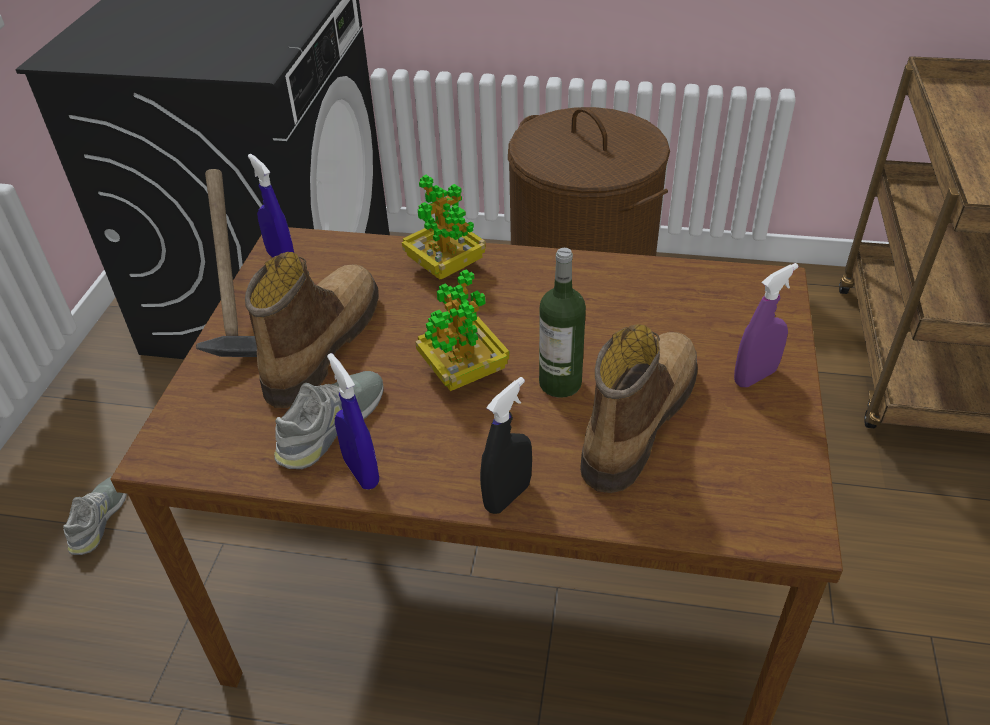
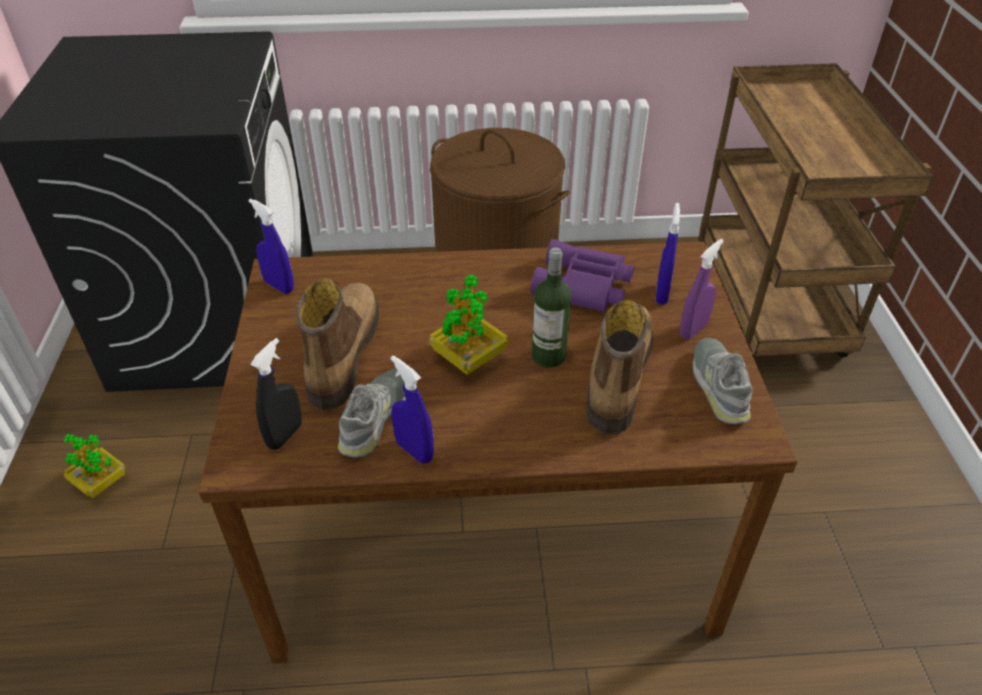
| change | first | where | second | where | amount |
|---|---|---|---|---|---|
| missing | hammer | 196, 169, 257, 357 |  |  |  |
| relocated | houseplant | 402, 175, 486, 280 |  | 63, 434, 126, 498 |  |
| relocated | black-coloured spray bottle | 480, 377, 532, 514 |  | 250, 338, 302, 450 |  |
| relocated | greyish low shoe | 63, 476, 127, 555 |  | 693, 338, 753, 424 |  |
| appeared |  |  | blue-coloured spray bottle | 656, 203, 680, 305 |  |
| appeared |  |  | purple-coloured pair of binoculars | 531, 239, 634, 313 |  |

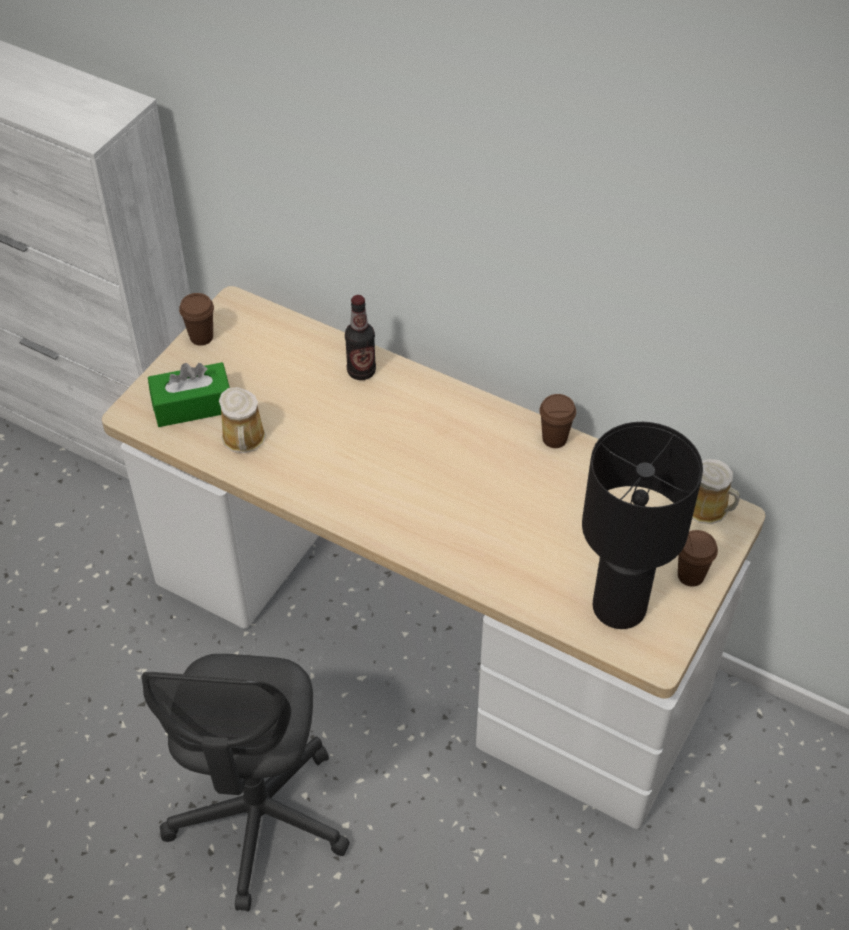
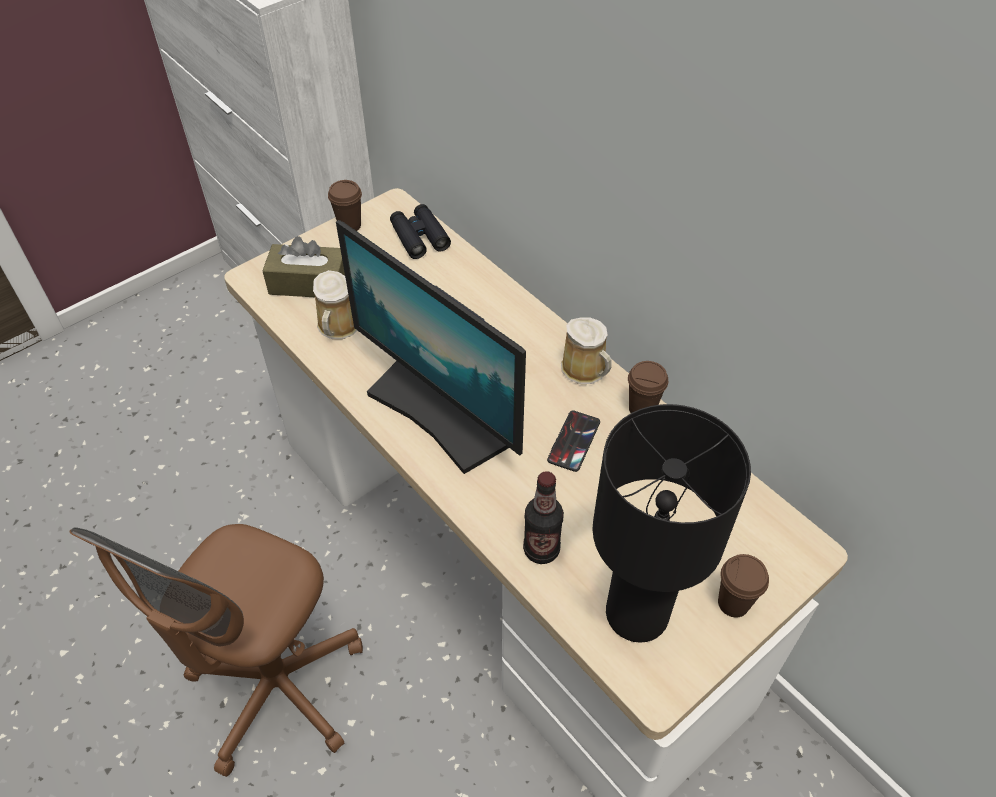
| change | first | where | second | where | amount |
|---|---|---|---|---|---|
| relocated | drink bottle | 345, 295, 376, 380 |  | 523, 471, 564, 564 |  |
| colour | green tissue holder | 148, 362, 230, 427 | brown-coloured tissue holder | 262, 236, 345, 297 |  |
| relocated | tea mug | 692, 459, 740, 524 |  | 561, 318, 612, 384 |  |
| colour | greyish desk chair | 142, 654, 350, 911 | brown-coloured desk chair | 69, 524, 363, 777 |  |
| appeared |  |  | black-coloured pair of binoculars | 390, 204, 451, 259 |  |
| appeared |  |  | computer display | 336, 220, 526, 474 |  |
| appeared |  |  | telephone | 547, 410, 600, 472 |  |

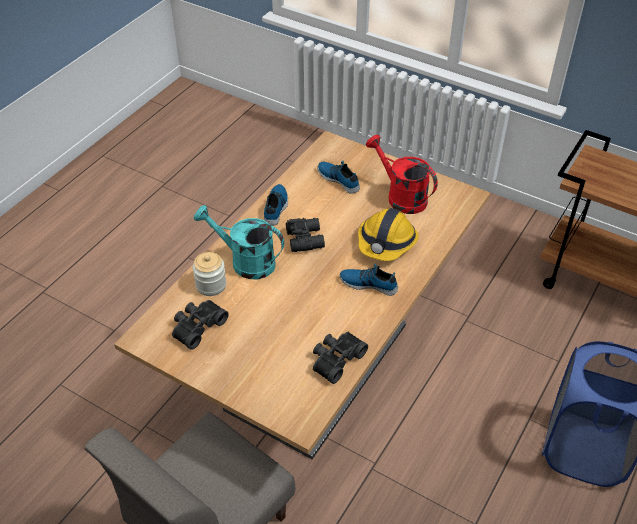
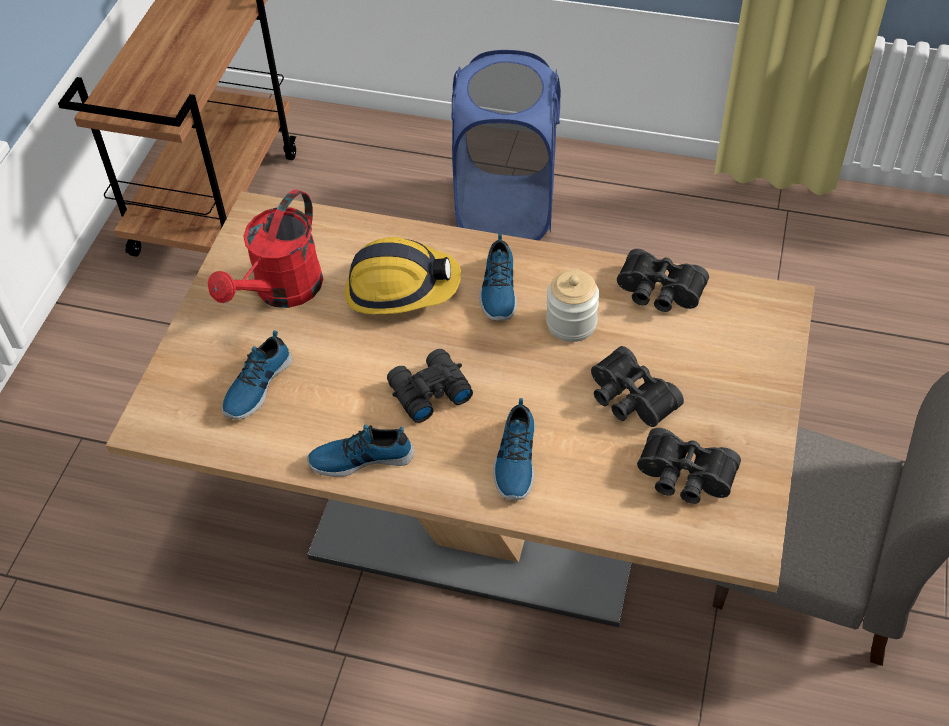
| change | first | where | second | where | amount |
|---|---|---|---|---|---|
| exchanged | blue-green watering can | 194, 205, 284, 279 | low shoe | 493, 398, 535, 500 |  |
| relocated | storage jar | 192, 252, 226, 296 |  | 546, 270, 599, 342 |  |
| appeared |  |  | black-coloured pair of binoculars | 591, 346, 684, 427 |  |

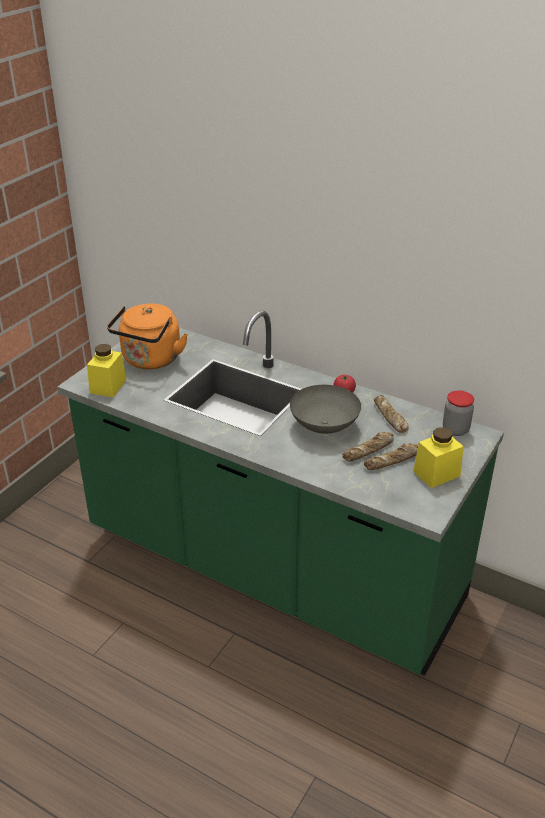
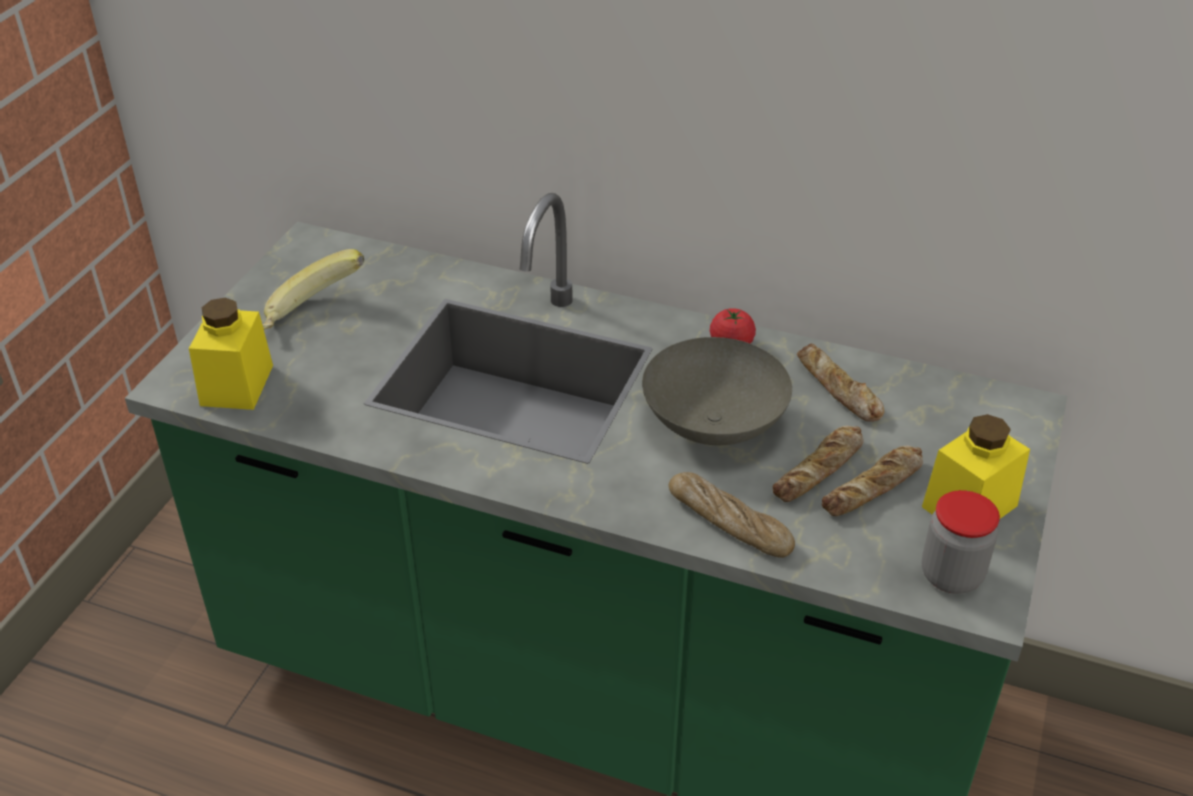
| change | first | where | second | where | amount |
|---|---|---|---|---|---|
| exchanged | orange kettle | 107, 304, 188, 369 | banana | 263, 249, 364, 330 |  |
| relocated | storage jar | 443, 391, 474, 436 |  | 922, 490, 1000, 594 |  |
| appeared |  |  | bread | 669, 472, 795, 558 |  |

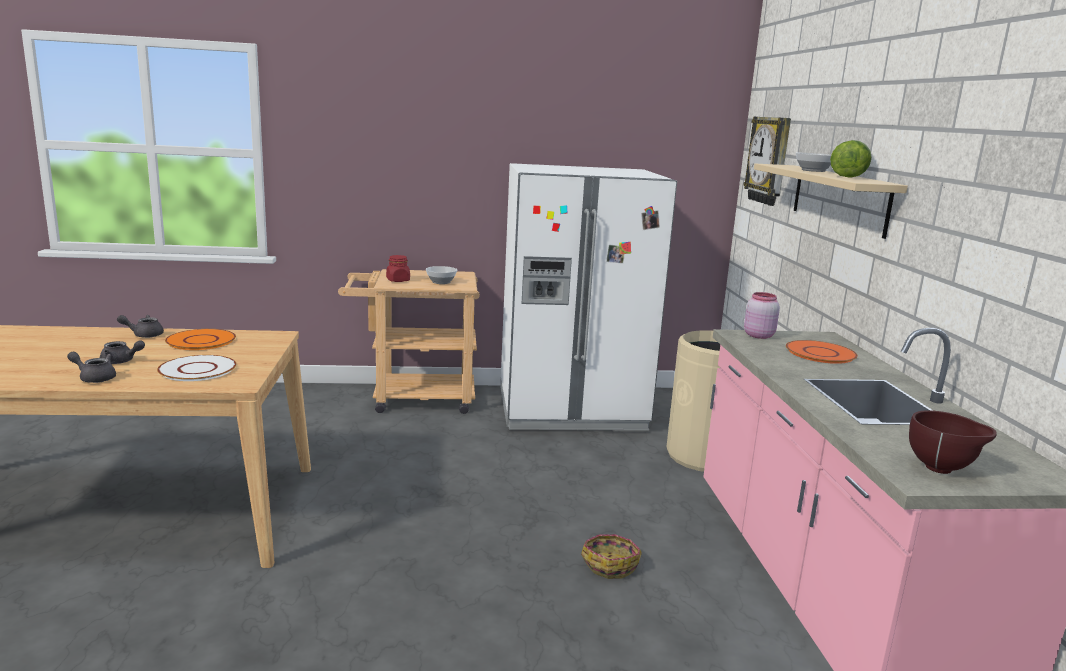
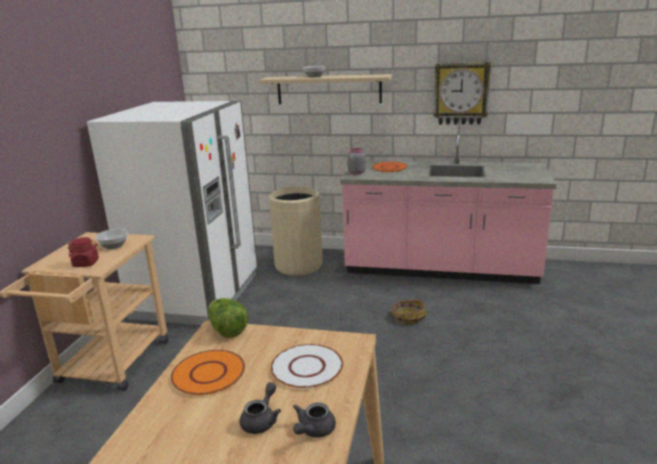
| change | first | where | second | where | amount |
|---|---|---|---|---|---|
| relocated | clock on the wall | 743, 117, 791, 206 |  | 434, 62, 491, 125 |  |
| relocated | head of lettuce | 830, 140, 872, 178 |  | 208, 298, 248, 338 |  |
| colour | pink storage jar | 744, 292, 780, 339 | greyish storage jar | 347, 148, 366, 175 |  |
| missing | greyish pot for tea | 117, 315, 164, 338 |  |  |  |
| missing | brown-coloured deep dish | 909, 410, 997, 474 |  |  |  |

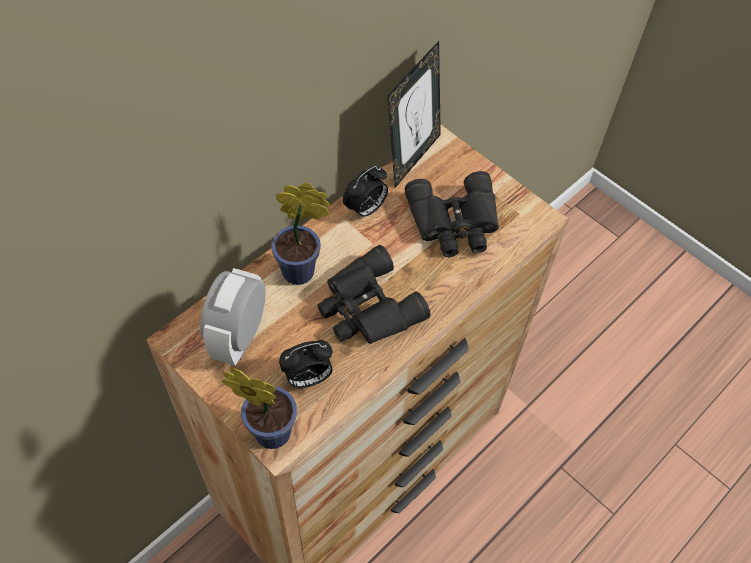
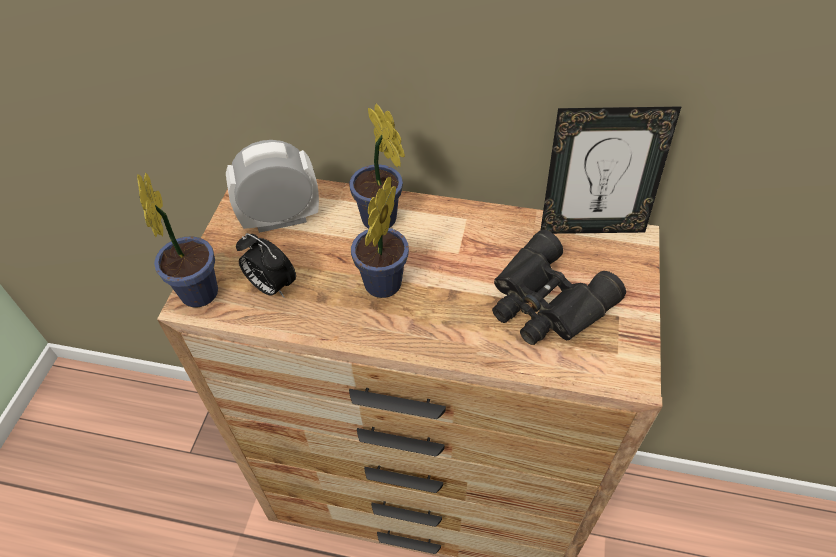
| change | first | where | second | where | amount |
|---|---|---|---|---|---|
| missing | alarm clock | 343, 166, 388, 219 |  |  |  |
| exchanged | black-coloured pair of binoculars | 317, 245, 430, 344 | houseplant | 351, 177, 409, 298 |  |

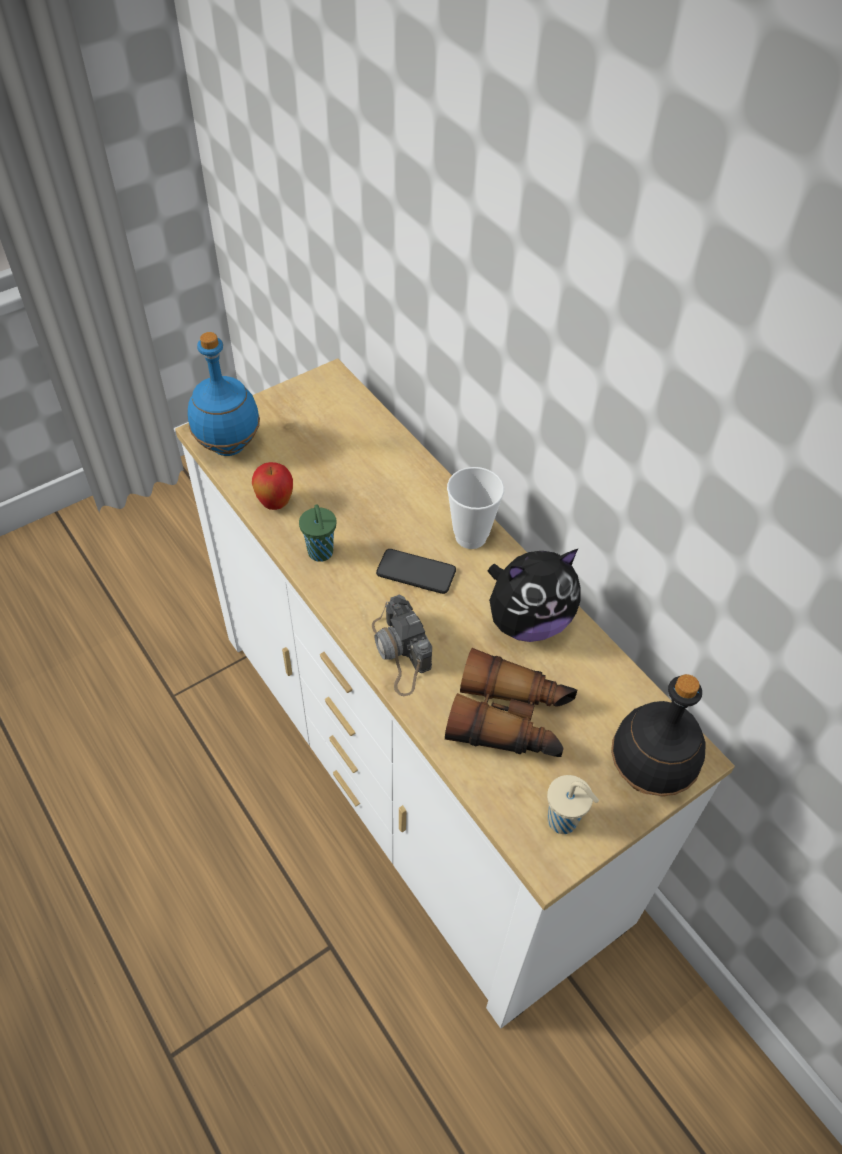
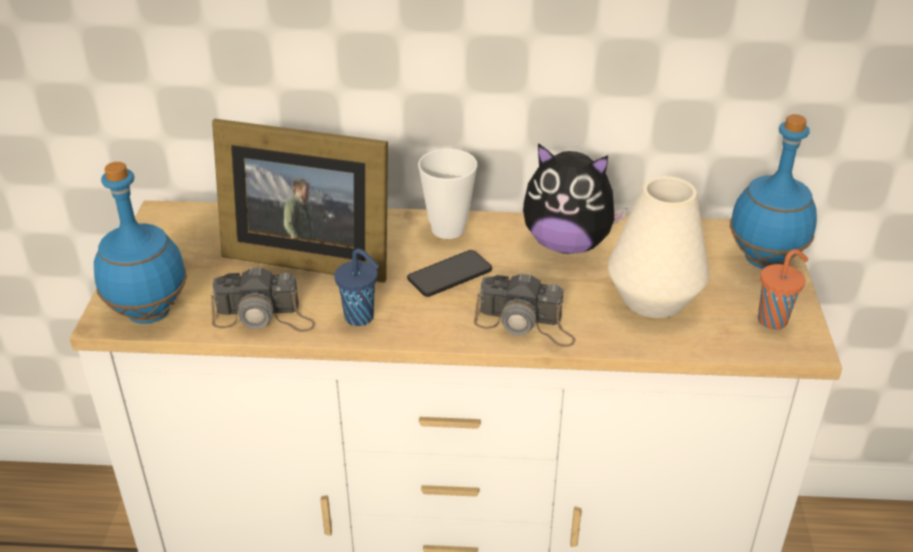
| change | first | where | second | where | amount |
|---|---|---|---|---|---|
| exchanged | apple | 252, 462, 293, 510 | still camera | 211, 266, 316, 332 |  |
| colour | green drinking cup | 299, 504, 336, 562 | blue-coloured drinking cup | 334, 249, 379, 326 |  |
| spun | cuddly toy | 488, 549, 580, 642 |  | 523, 143, 627, 254 | 90 degrees clockwise |
| exchanged | pair of binoculars | 445, 648, 577, 757 | whitish flower vase | 608, 176, 709, 318 |  |
| colour | black-coloured drink bottle | 611, 674, 706, 797 | blue-coloured drink bottle | 730, 114, 817, 269 |  |
| colour | sand-coloured drinking cup | 547, 775, 599, 834 | orange drinking cup | 758, 249, 808, 330 |  |
| appeared |  |  | photo frame | 212, 119, 388, 283 |  |

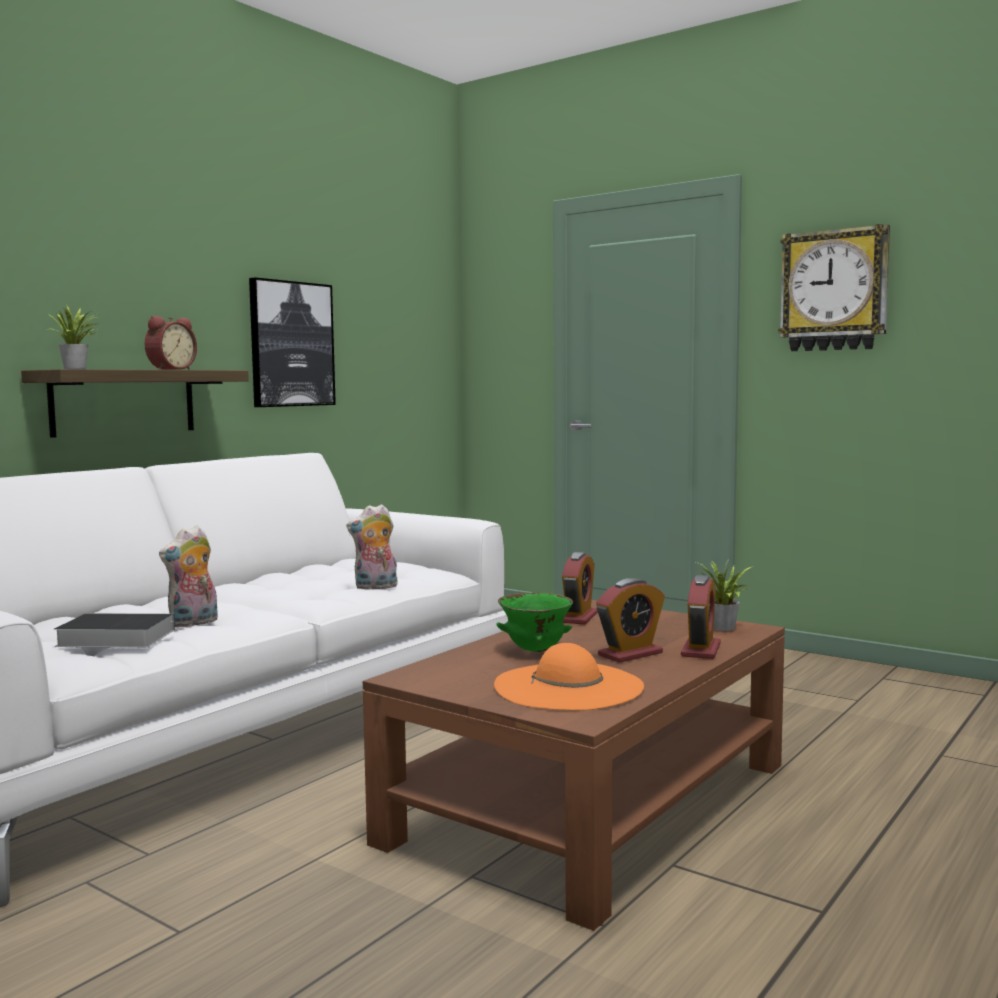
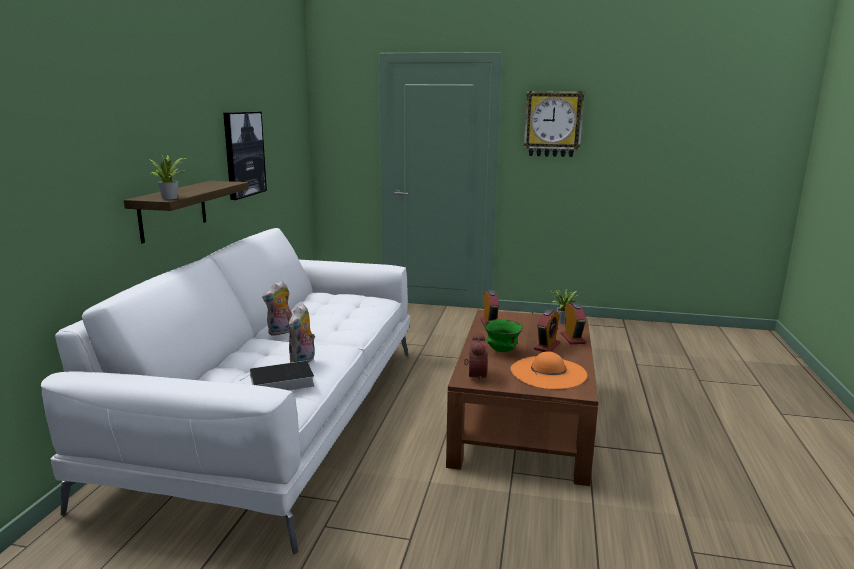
| change | first | where | second | where | amount |
|---|---|---|---|---|---|
| relocated | alarm clock | 145, 316, 197, 370 |  | 464, 332, 488, 382 |  |
| relocated | cuddly toy | 346, 504, 398, 590 |  | 262, 281, 292, 336 |  |

